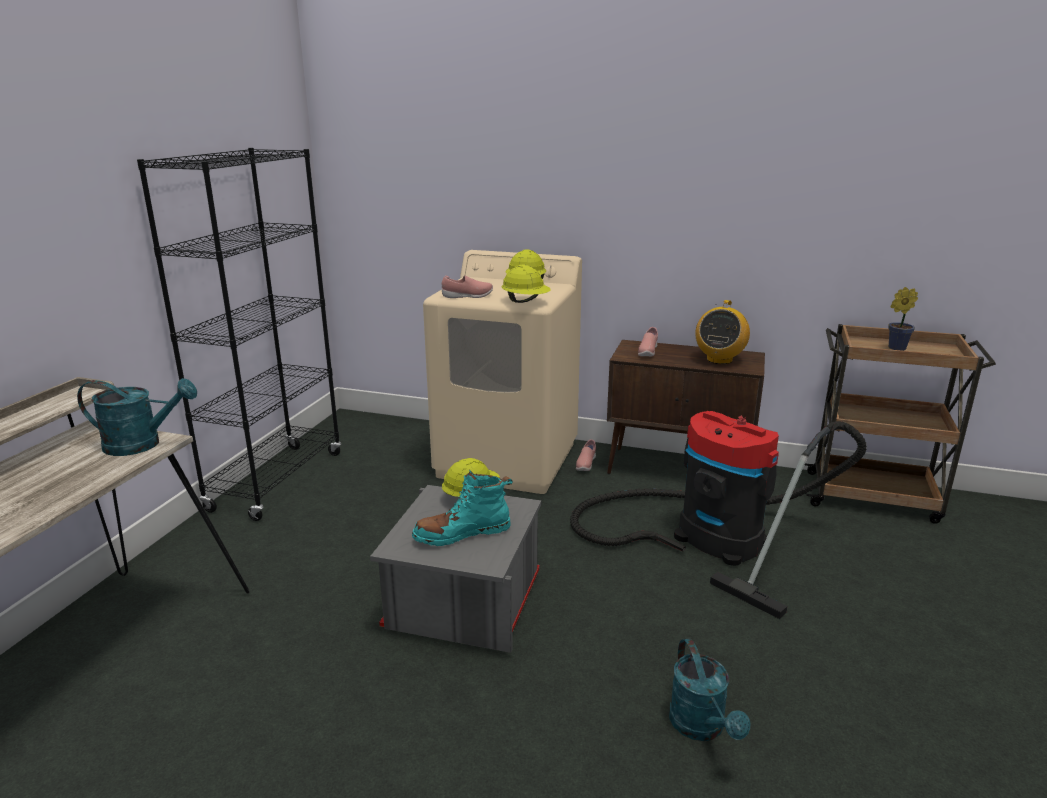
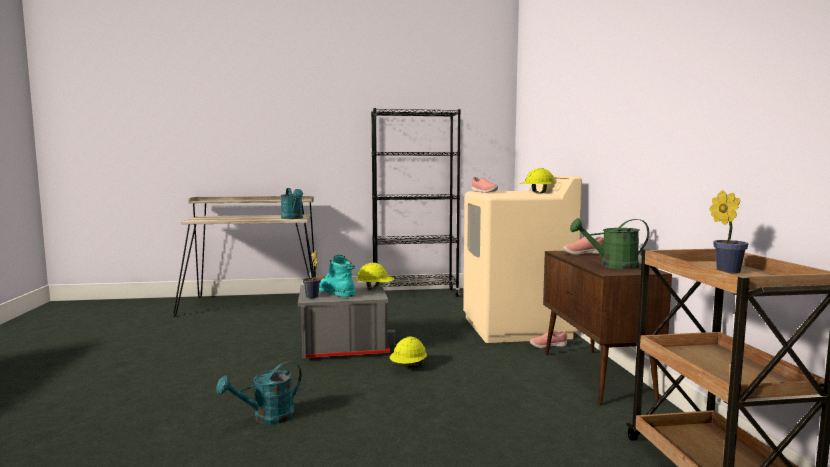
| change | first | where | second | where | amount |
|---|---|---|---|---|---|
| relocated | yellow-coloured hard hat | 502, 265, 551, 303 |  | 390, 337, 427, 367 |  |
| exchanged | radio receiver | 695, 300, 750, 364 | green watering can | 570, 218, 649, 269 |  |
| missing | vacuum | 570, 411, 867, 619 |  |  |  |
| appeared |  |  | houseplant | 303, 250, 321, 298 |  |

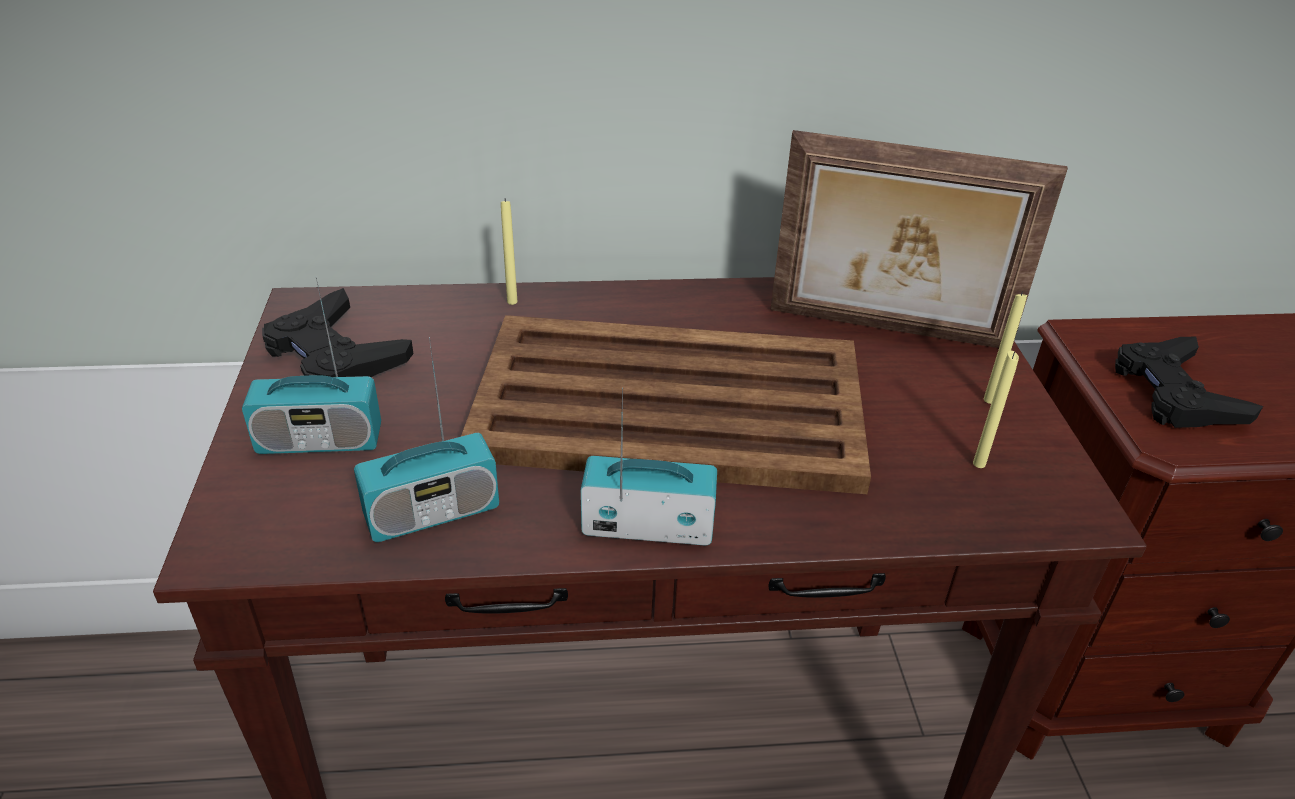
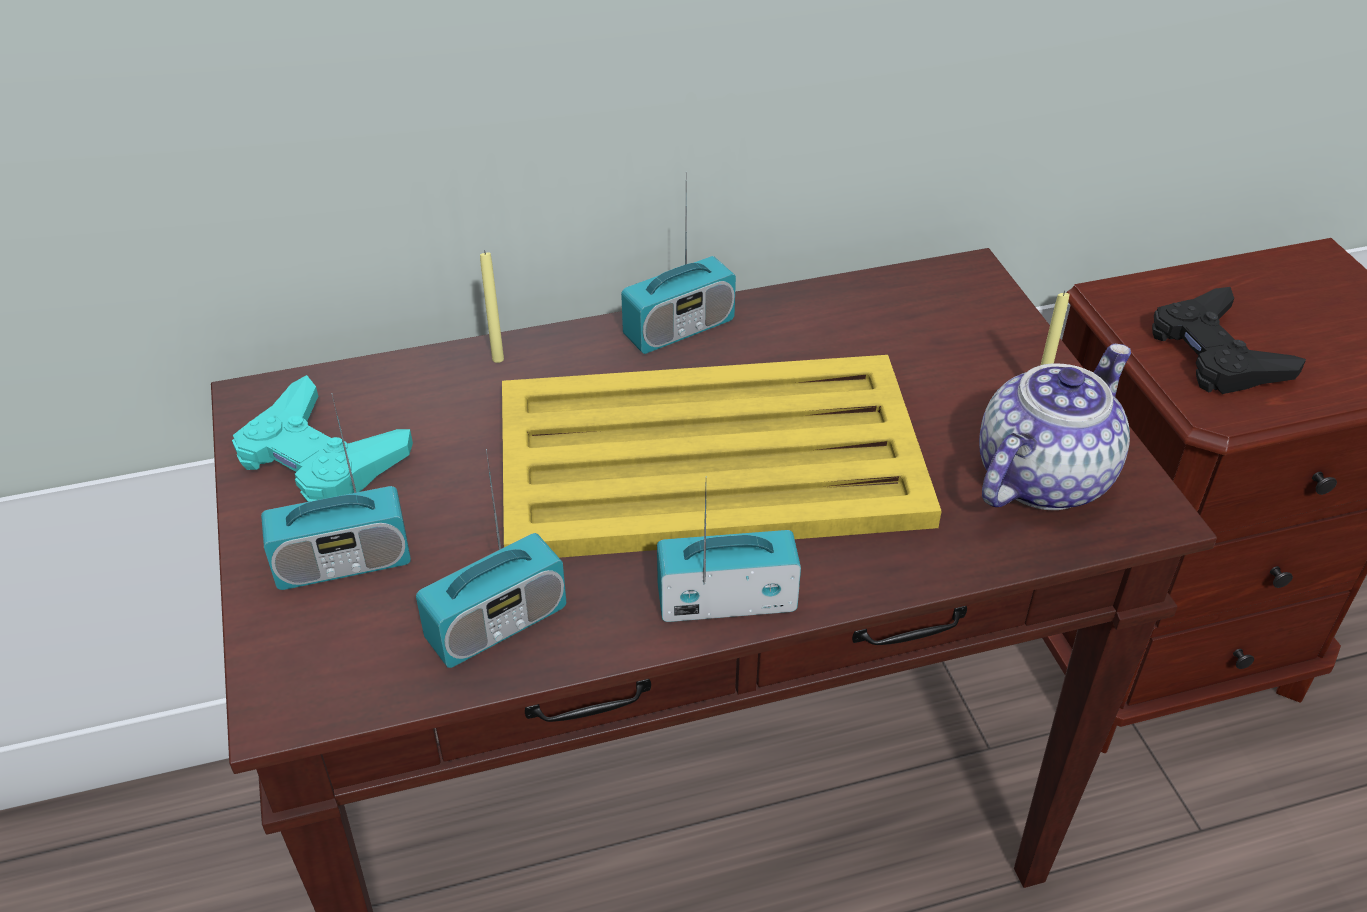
| change | first | where | second | where | amount |
|---|---|---|---|---|---|
| missing | photo frame | 770, 130, 1068, 348 |  |  |  |
| colour | black-coloured game controller | 262, 288, 414, 377 | blue-green game controller | 232, 375, 413, 502 |  |
| colour | brown-coloured tray | 461, 315, 871, 494 | yellow-coloured tray | 502, 355, 942, 558 |  |
| exchanged | yellow-coloured wax light | 973, 351, 1019, 468 | pot for tea | 979, 344, 1131, 510 |  |
| appeared |  |  | radio receiver | 621, 192, 736, 354 |  |

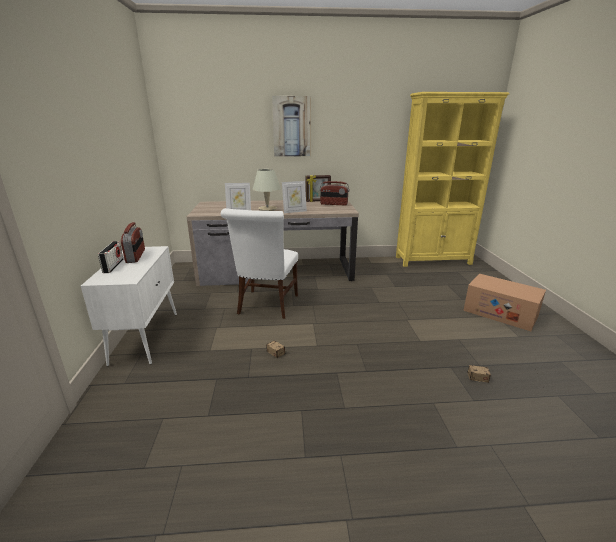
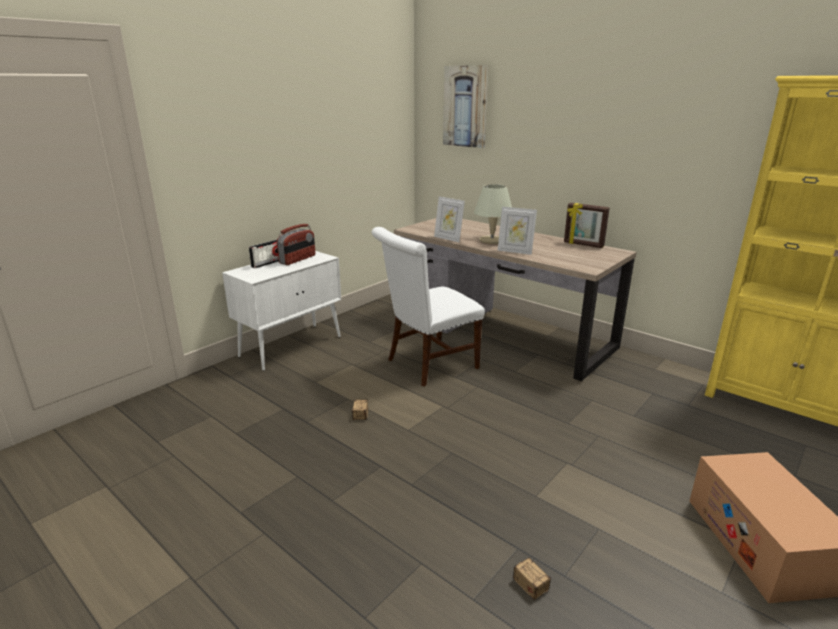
| change | first | where | second | where | amount |
|---|---|---|---|---|---|
| relocated | picture | 272, 96, 311, 157 |  | 443, 65, 489, 148 |  |
| missing | radio receiver | 320, 181, 349, 206 |  |  |  |

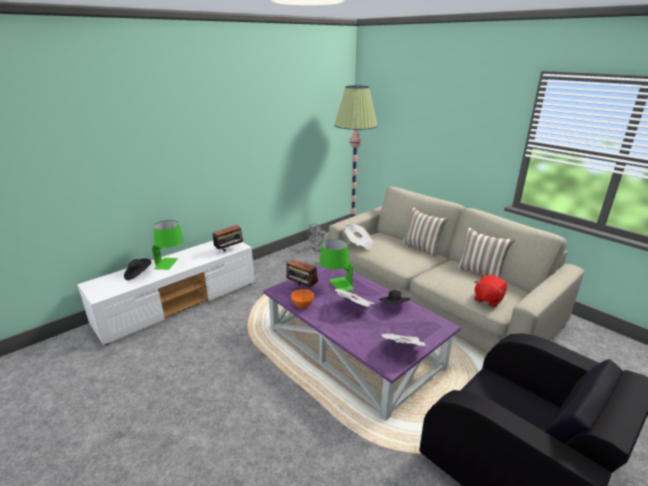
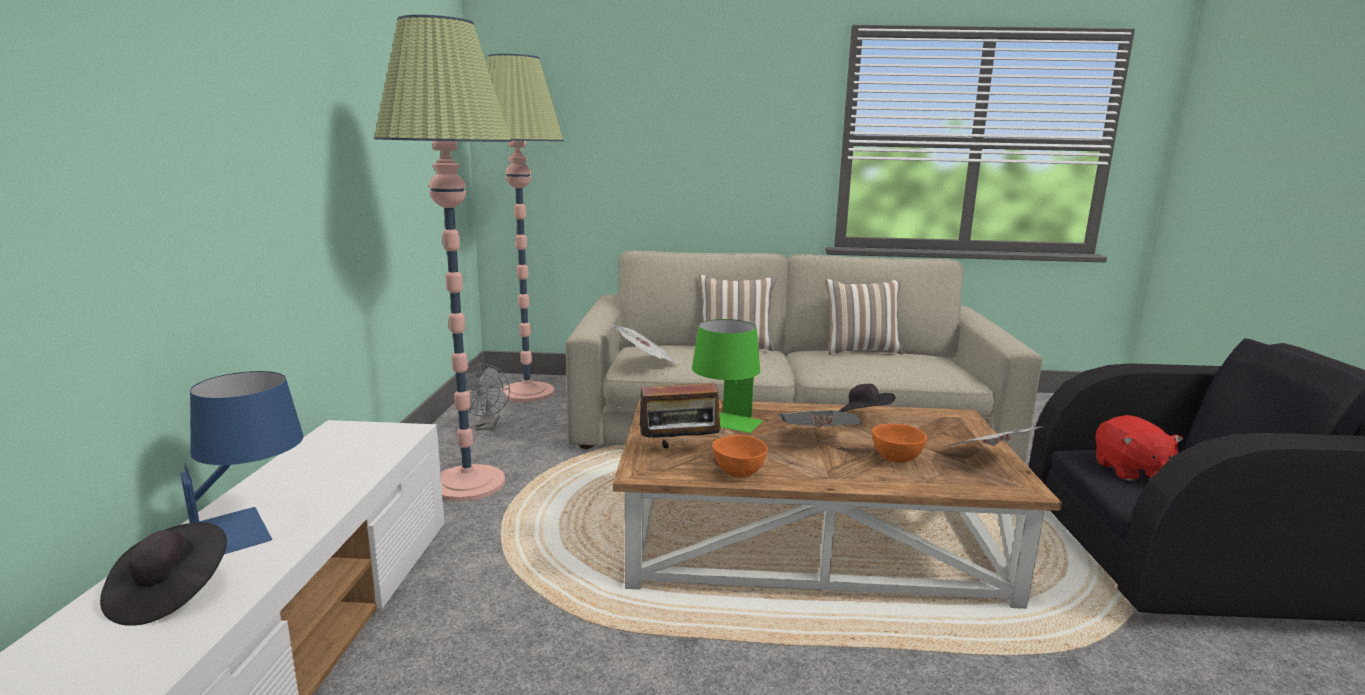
| change | first | where | second | where | amount |
|---|---|---|---|---|---|
| colour | green table lamp | 152, 220, 184, 270 | blue-coloured table lamp | 180, 371, 304, 554 |  |
| missing | radio receiver | 213, 225, 244, 252 |  |  |  |
| colour | purple-coloured low table | 263, 265, 461, 420 | brown-coloured low table | 613, 397, 1062, 609 |  |
| relocated | reddish cuddly toy | 474, 275, 507, 308 |  | 1095, 415, 1183, 481 |  |
| appeared |  |  | floor lamp | 374, 15, 511, 501 |  |
| appeared |  |  | orange deep dish | 872, 424, 927, 463 |  |

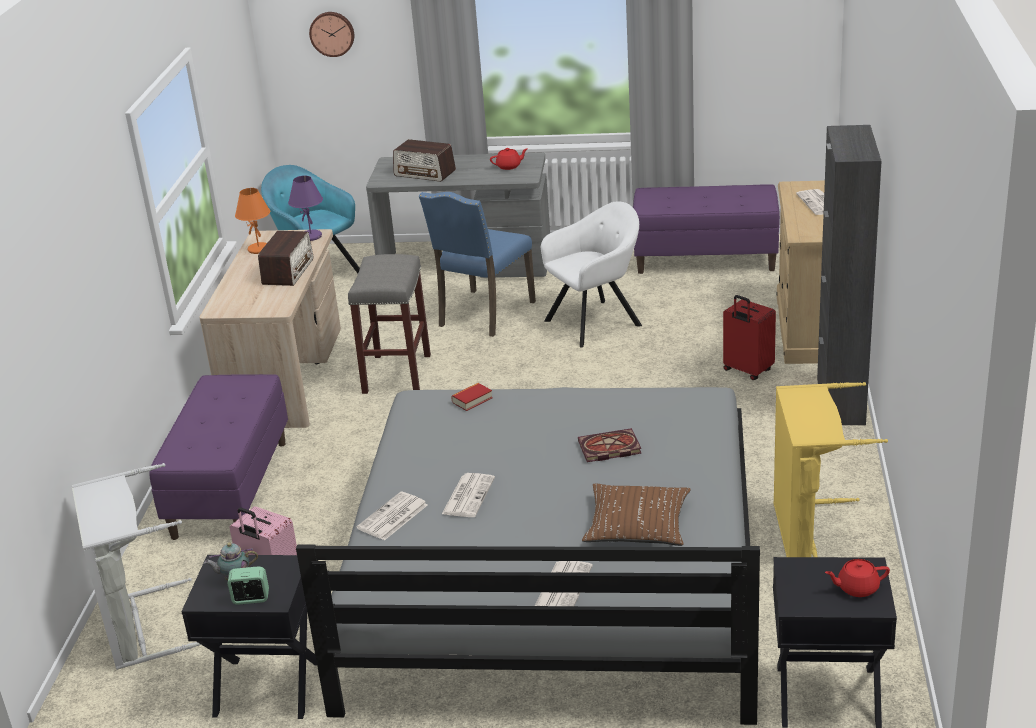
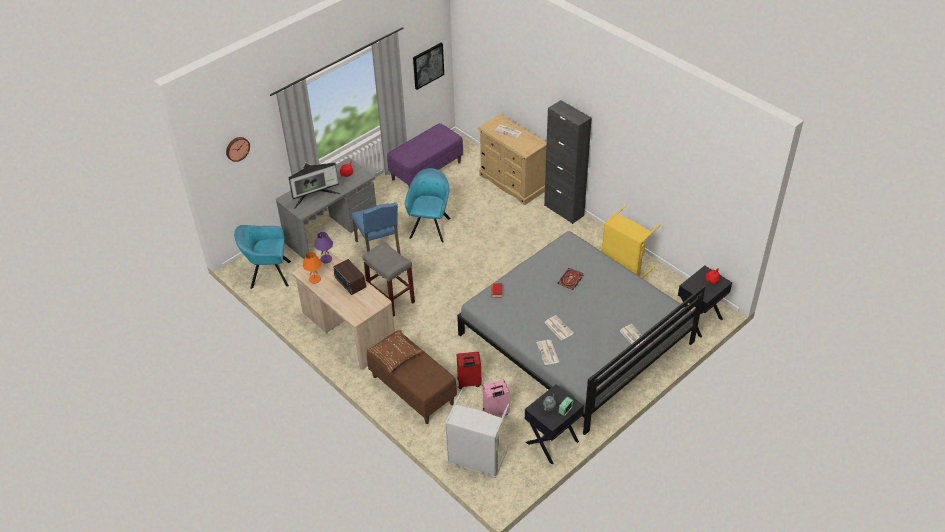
| change | first | where | second | where | amount |
|---|---|---|---|---|---|
| exchanged | radio receiver | 393, 139, 456, 182 | computer display | 288, 162, 341, 209 |  |
| colour | whitish lounge chair | 541, 201, 642, 348 | blue-green lounge chair | 405, 168, 451, 242 |  |
| relocated | reddish piece of luggage | 723, 295, 776, 380 |  | 457, 352, 482, 389 |  |
| colour | purple-coloured bench | 149, 374, 288, 540 | brown-coloured bench | 367, 330, 457, 424 |  |
| relocated | brown-coloured throw pillow | 582, 483, 690, 546 |  | 367, 330, 423, 373 |  |
| appeared |  |  | picture | 413, 43, 444, 90 |  |

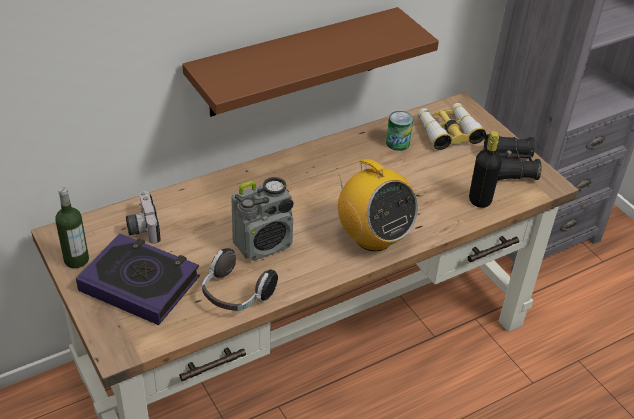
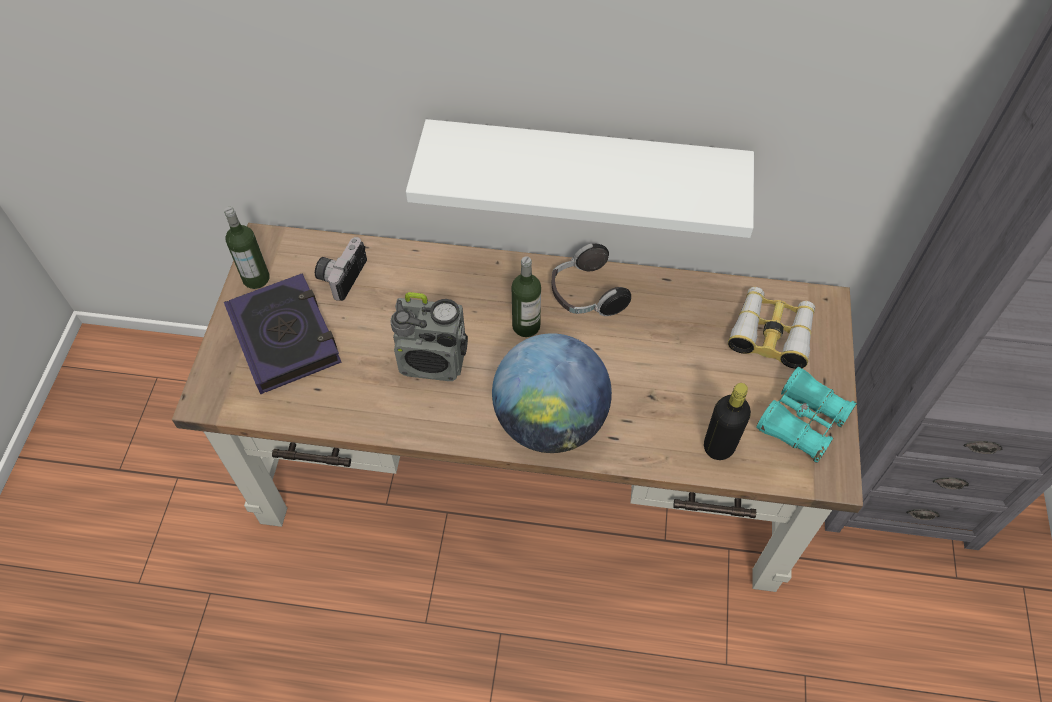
| change | first | where | second | where | amount |
|---|---|---|---|---|---|
| colour | brown-coloured wall shelf | 182, 7, 439, 117 | whitish wall shelf | 406, 119, 754, 238 |  |
| missing | sealed can | 386, 111, 413, 151 |  |  |  |
| colour | black-coloured pair of binoculars | 484, 134, 542, 180 | blue-green pair of binoculars | 756, 367, 857, 463 |  |
| exchanged | radio receiver | 336, 159, 418, 251 | desk globe | 492, 333, 612, 453 |  |
| relocated | pair of headphones | 202, 248, 278, 311 |  | 552, 244, 631, 316 |  |
| appeared |  |  | drink bottle | 512, 256, 541, 337 |  |

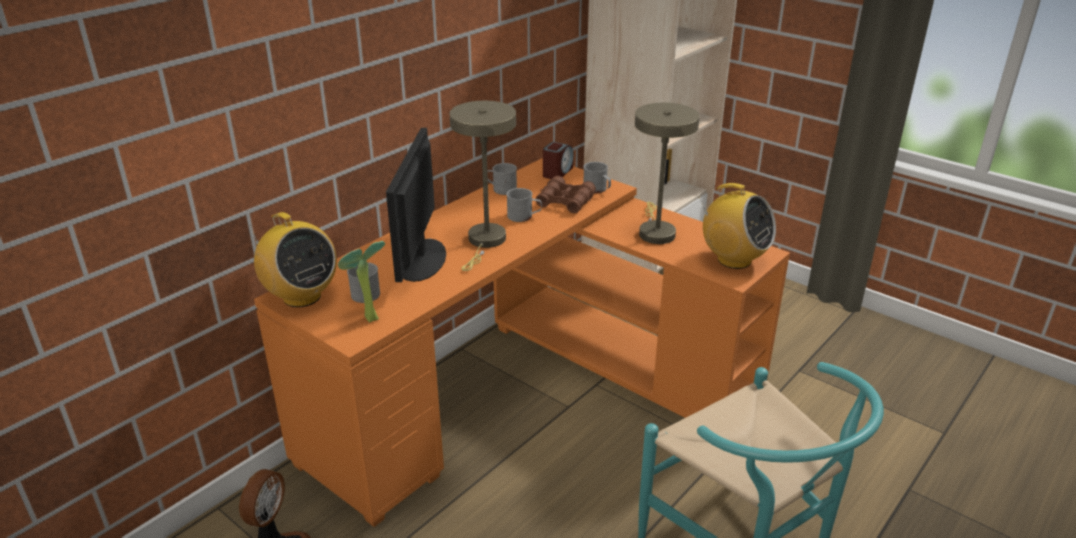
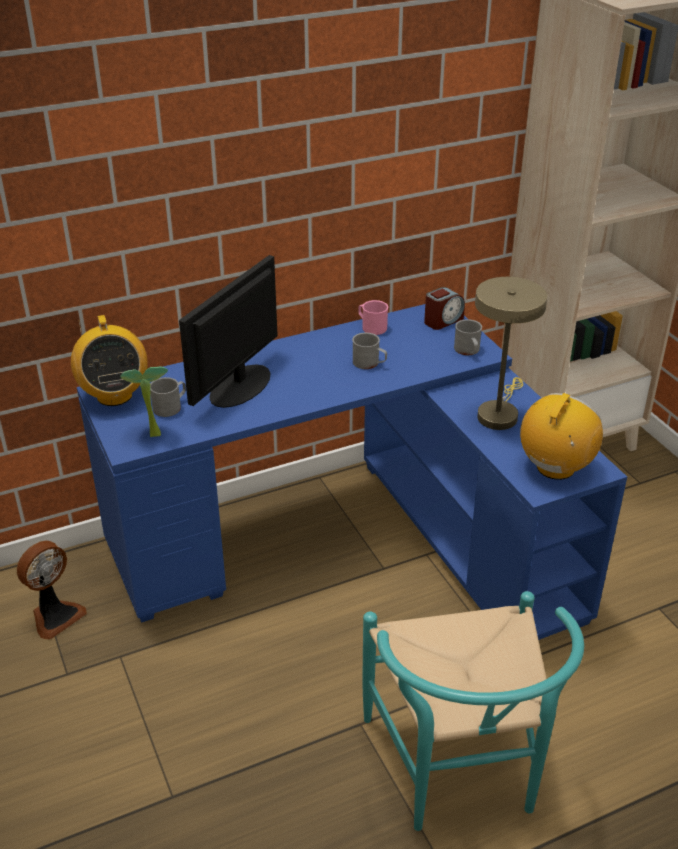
| change | first | where | second | where | amount |
|---|---|---|---|---|---|
| missing | sand-coloured table lamp | 450, 101, 516, 271 |  |  |  |
| colour | orange desk | 254, 158, 790, 527 | blue-coloured desk | 77, 304, 627, 640 |  |
| colour | greyish tea mug | 487, 163, 517, 195 | pink tea mug | 358, 300, 388, 335 |  |
| missing | brown-coloured pair of binoculars | 536, 176, 596, 213 |  |  |  |
| spun | radio receiver | 699, 183, 776, 269 |  | 520, 393, 603, 480 | 120 degrees counterclockwise |

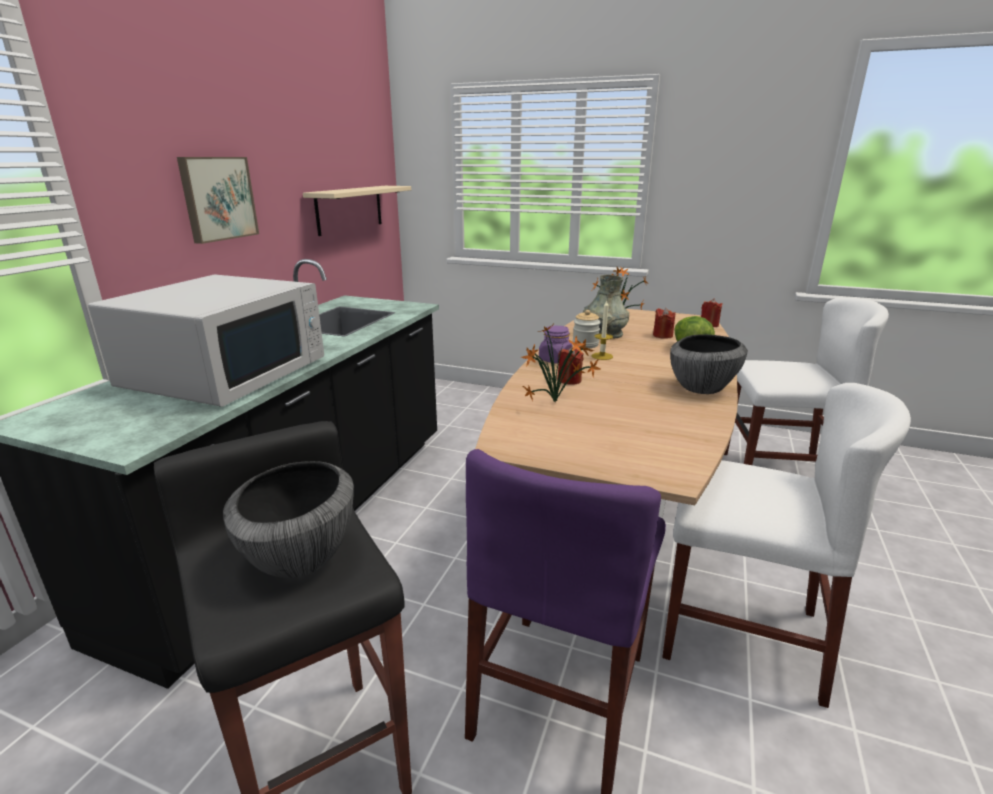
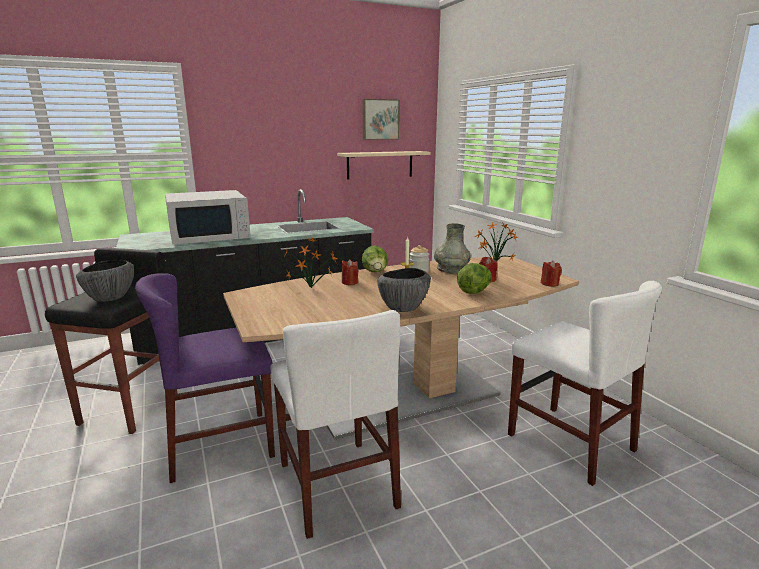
| change | first | where | second | where | amount |
|---|---|---|---|---|---|
| relocated | picture | 177, 157, 259, 244 |  | 362, 99, 400, 140 |  |
| exchanged | purple-coloured storage jar | 539, 326, 573, 364 | head of lettuce | 362, 246, 388, 272 |  |

